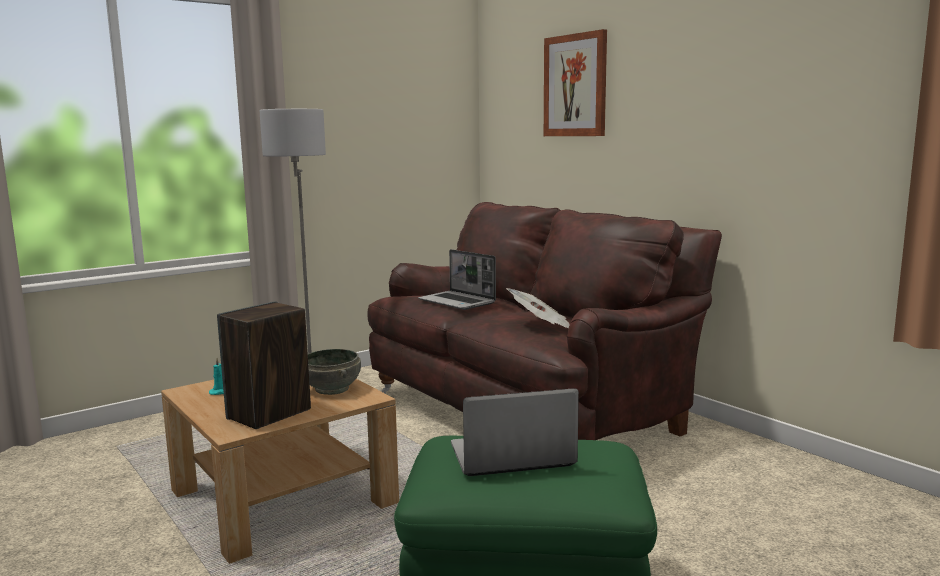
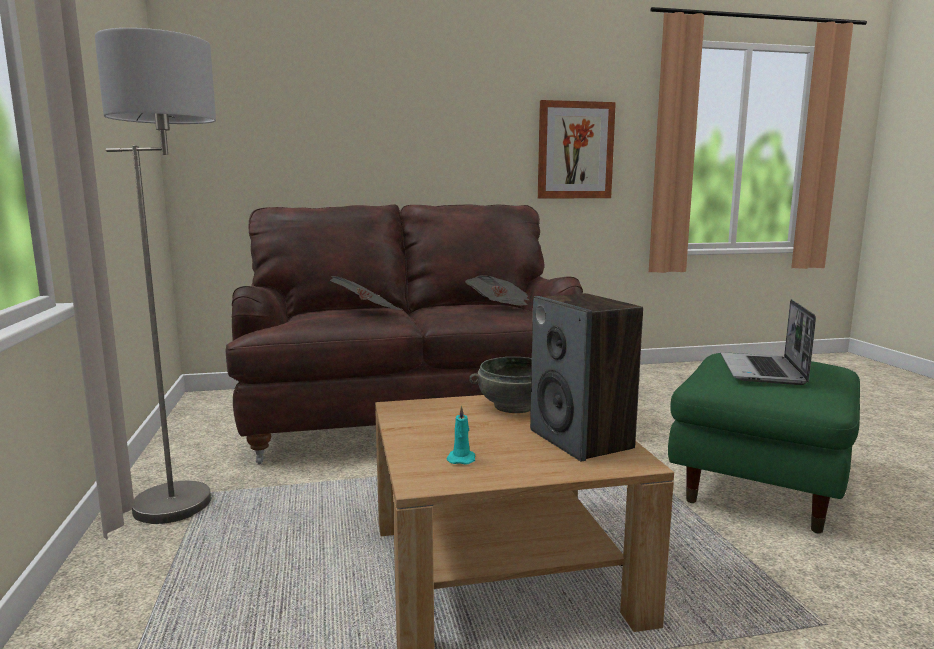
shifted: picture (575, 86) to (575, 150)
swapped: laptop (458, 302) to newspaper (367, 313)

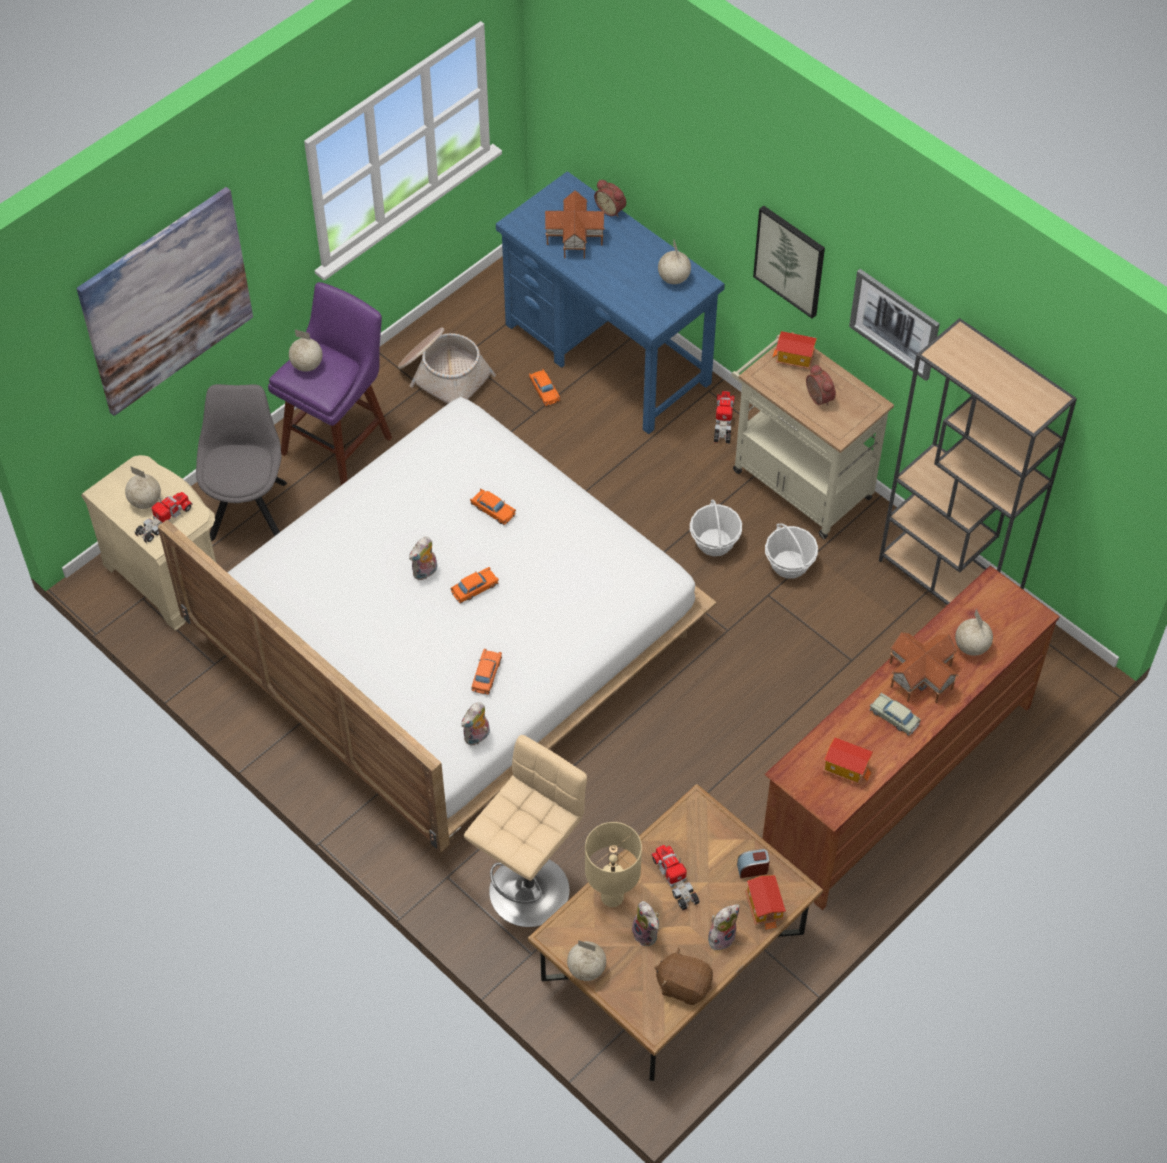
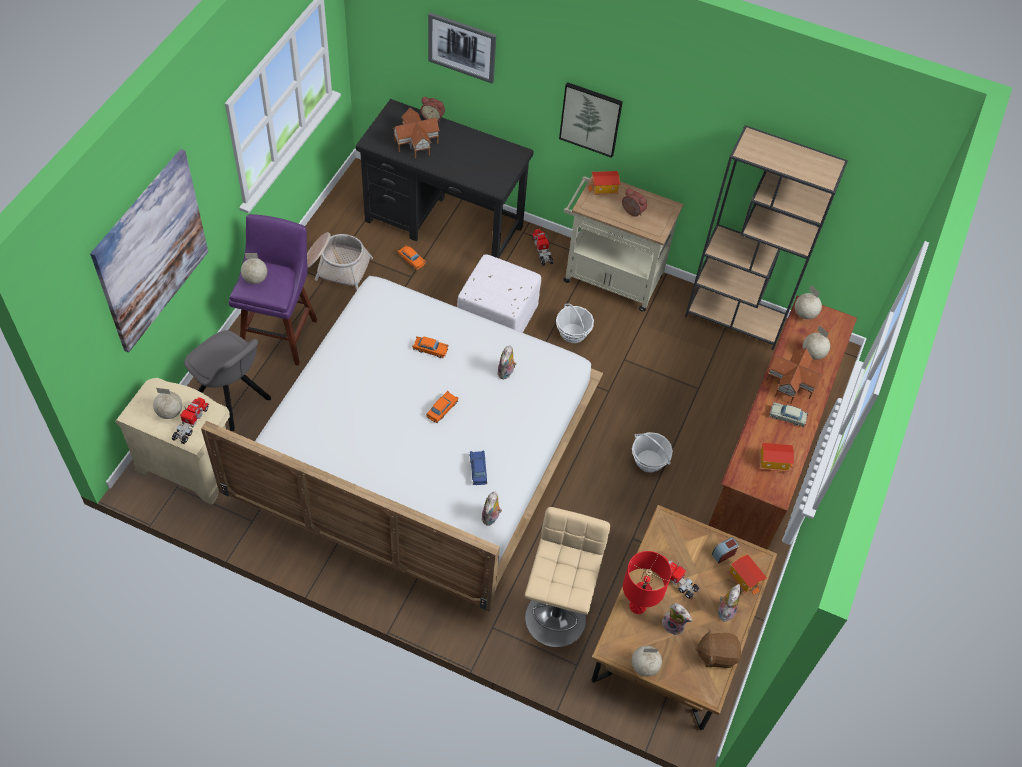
new: white ottoman (496, 318)
shifted: globe (673, 279) to (804, 314); picture (894, 323) to (462, 47); basket (789, 564) to (649, 461); plush toy (425, 572) to (506, 373)
repainted: blue desk (608, 353) to black desk (444, 223); orange toy car (486, 675) to blue toy car (478, 470); beige table lamp (612, 896) to red table lamp (637, 606)
rotated: grey chair (249, 510) = (232, 399) 150 degrees clockwise

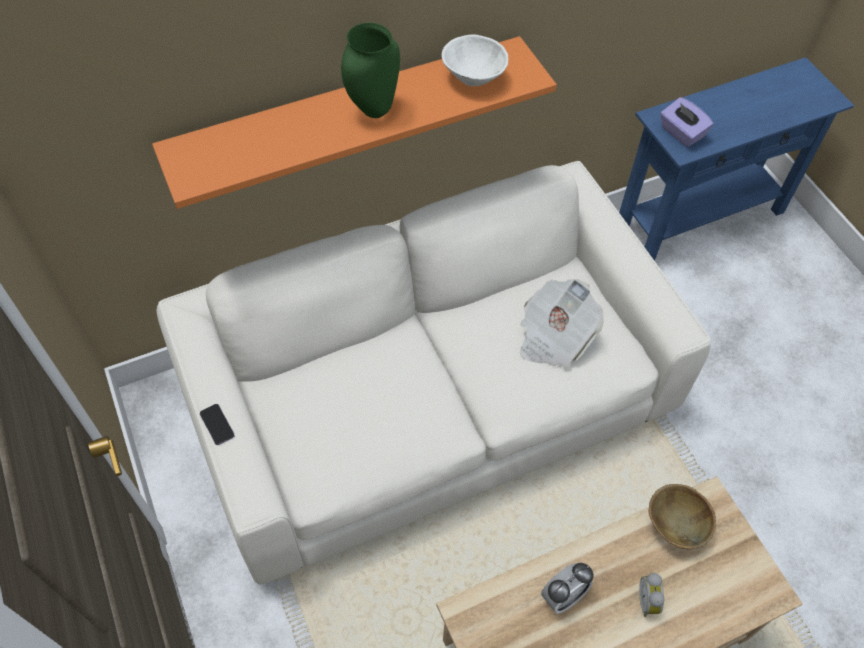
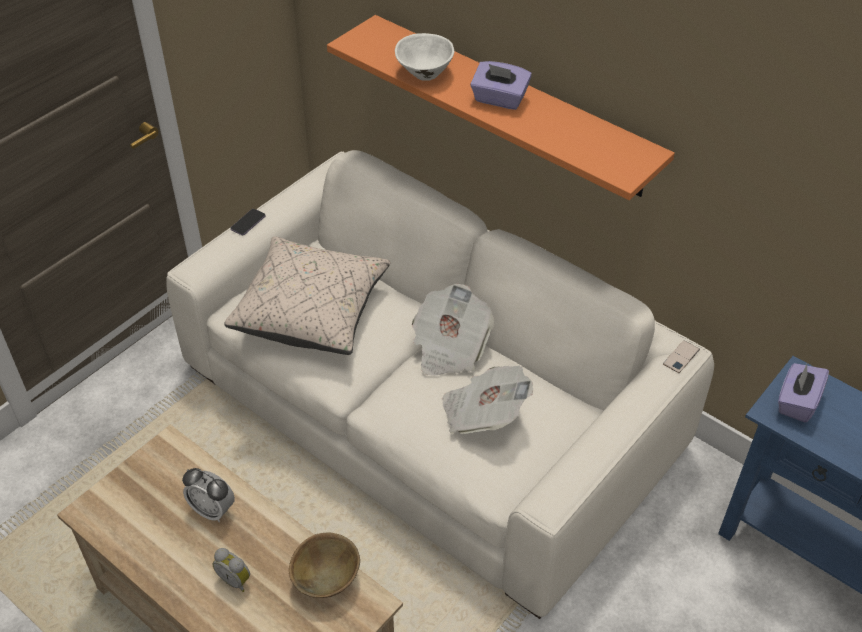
new: beige pillow (311, 311); newspaper (449, 347); phone (681, 357)
shifted: white bowl (472, 78) to (424, 72)
swapped: green vase (372, 109) to purple tissue box (499, 99)
rotated: alarm clock (648, 601) = (235, 579) 120 degrees counterclockwise

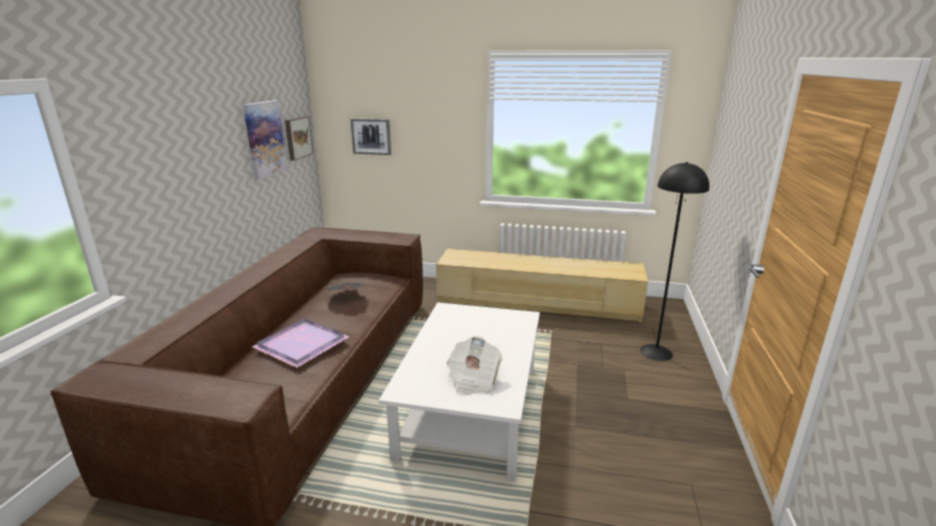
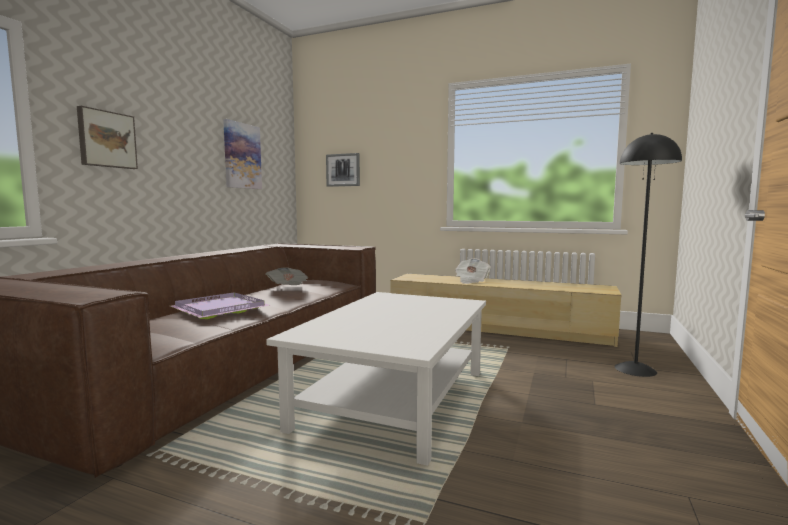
shifted: picture (297, 137) to (106, 139); newspaper (473, 379) to (471, 281)

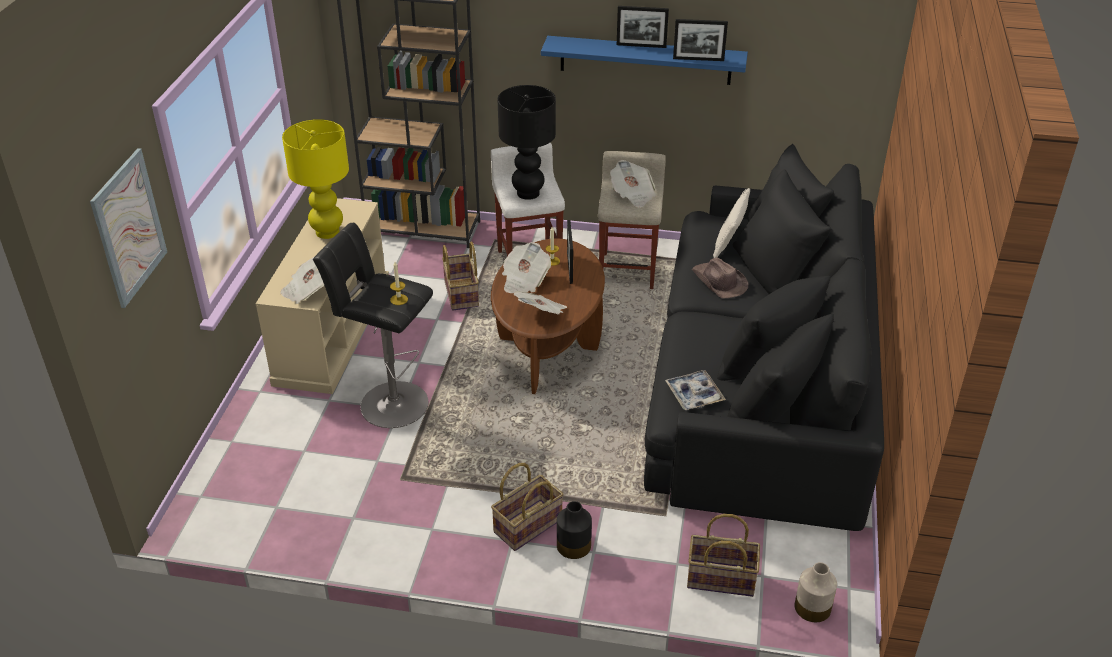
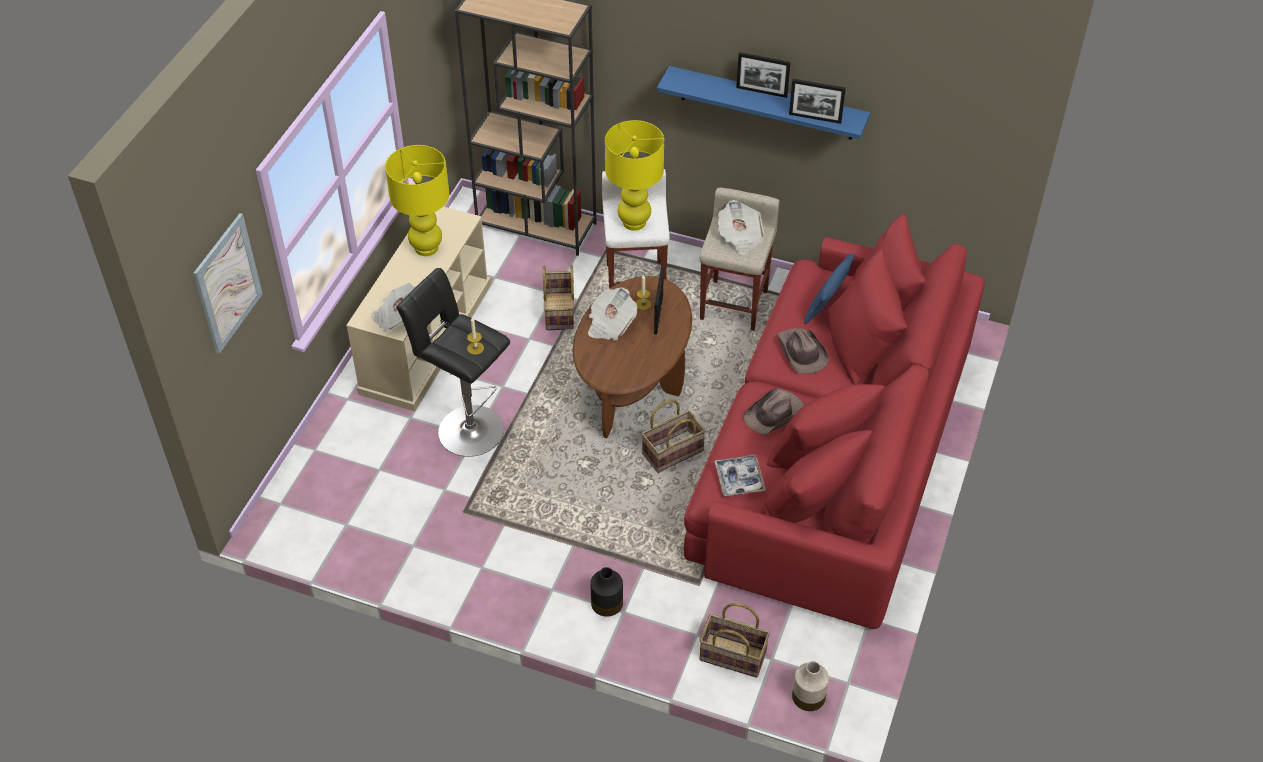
gone: newspaper (541, 313)
new: brown hat (775, 414)
shifted: basket (527, 525) to (672, 451)
repainted: black table lamp (528, 193) to yellow table lamp (634, 222); black sofa (761, 381) to red sofa (833, 453); white pillow (729, 241) to blue pillow (826, 304)

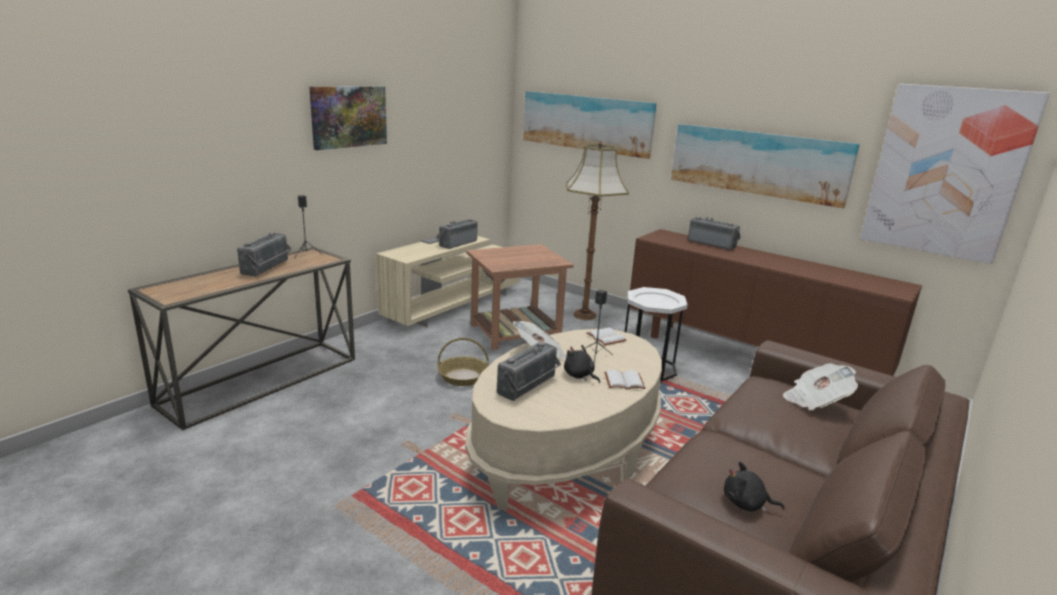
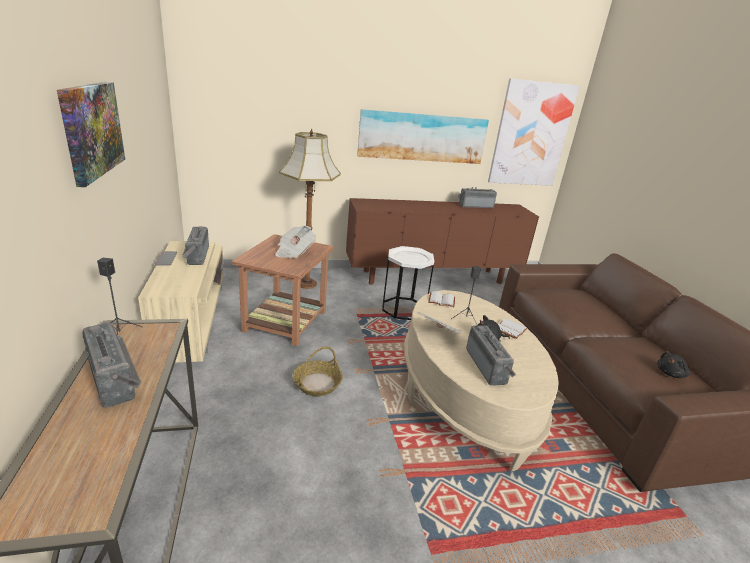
gone: picture (586, 122)
shifted: radio (712, 244) to (475, 206); newspaper (815, 400) to (294, 252)

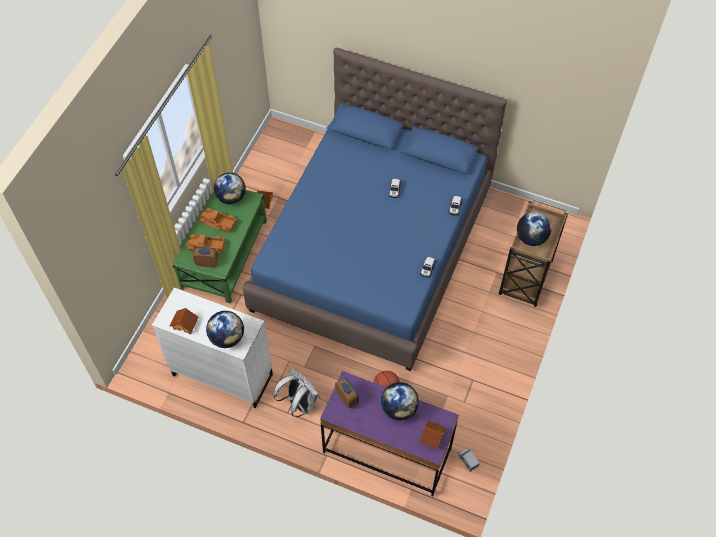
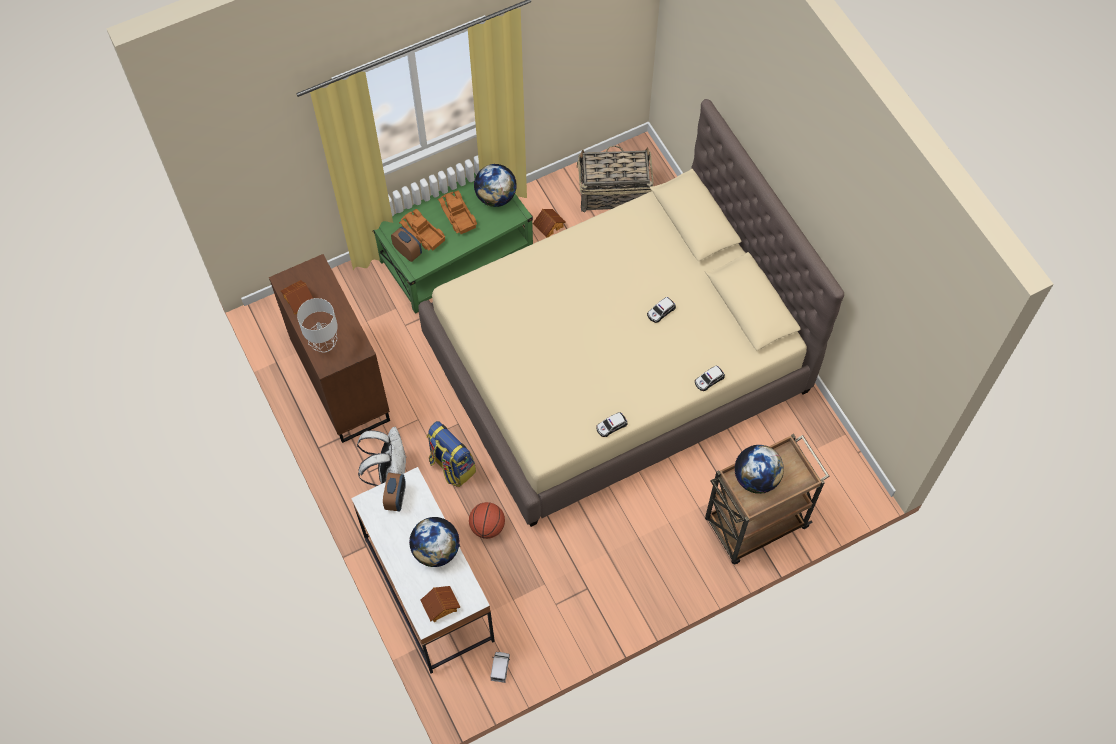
new: basket (613, 193); backpack (451, 466)
swapped: globe (227, 338) to grey table lamp (325, 345)
repainted: blue bed (373, 249) to beige bed (616, 364); white dresser (222, 375) to brown dresser (340, 383); purple desk (387, 450) to white desk (429, 590)

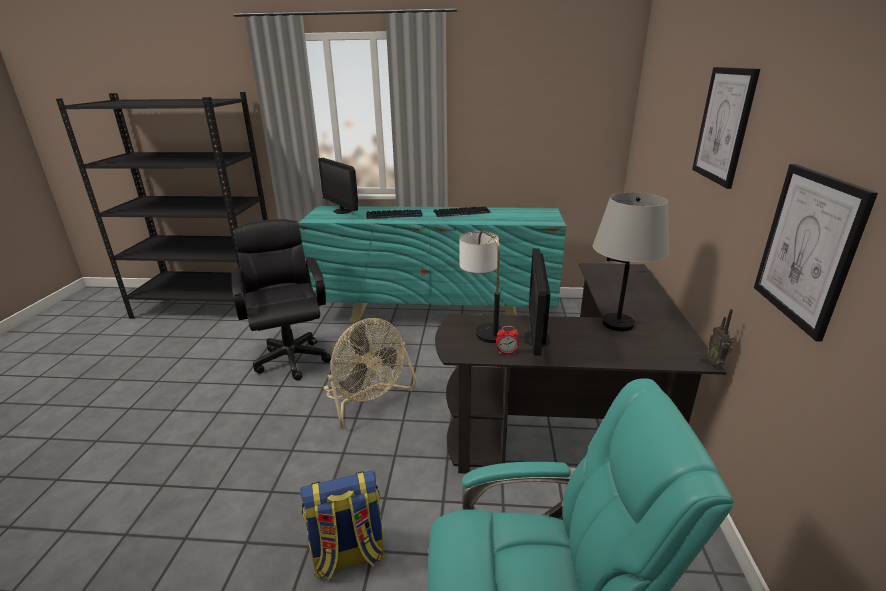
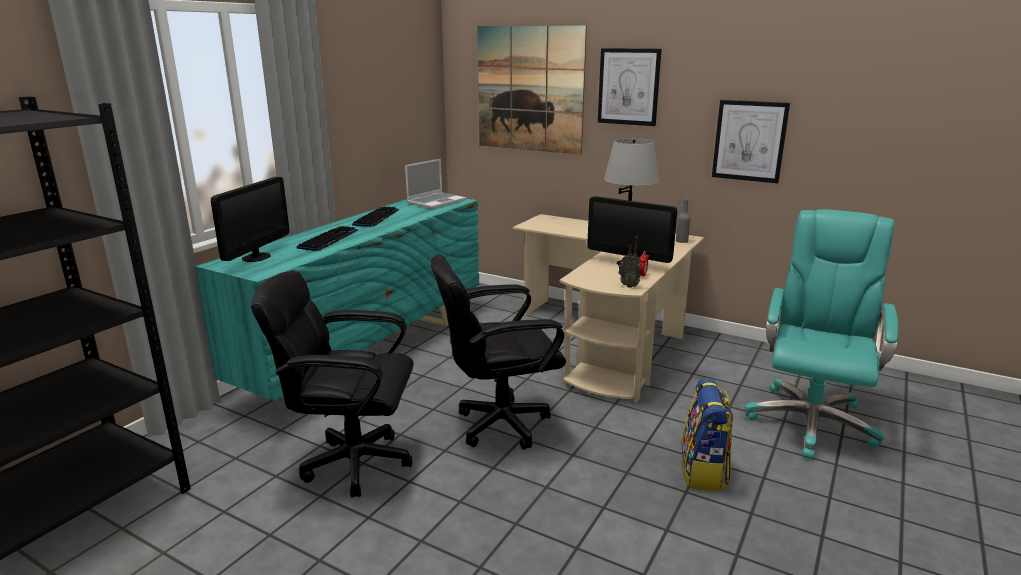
gone: table lamp (483, 327)
new: picture (529, 89); laptop (436, 202); grey bottle (681, 241)
shifted: radio (715, 363) to (629, 286)
swapped: beige fan (365, 401) to black office chair (497, 427)
repainted: black desk (579, 421) to beige desk (608, 340)
rotated: monitor (342, 211) = (256, 257) 60 degrees counterclockwise

